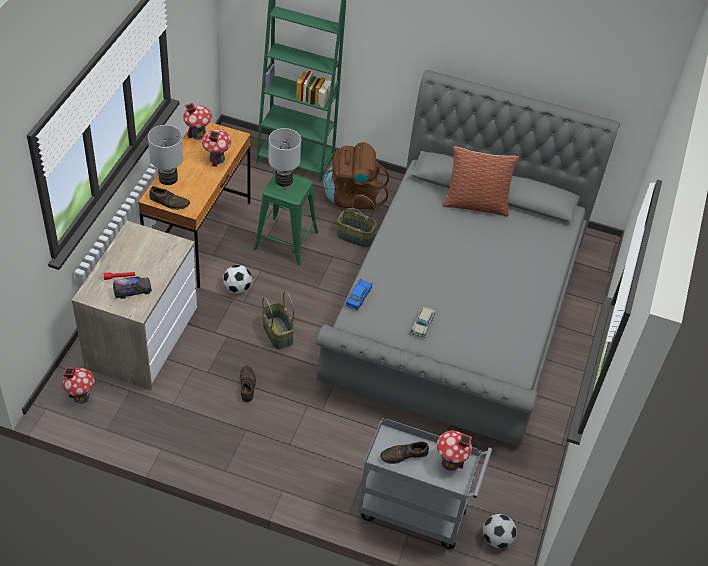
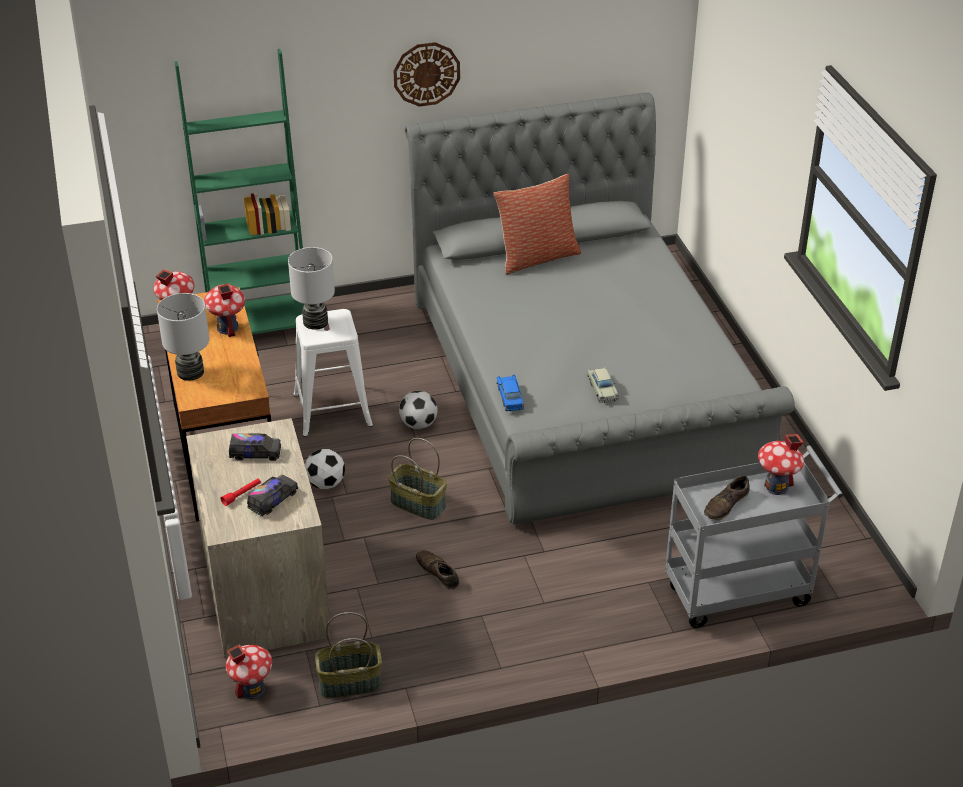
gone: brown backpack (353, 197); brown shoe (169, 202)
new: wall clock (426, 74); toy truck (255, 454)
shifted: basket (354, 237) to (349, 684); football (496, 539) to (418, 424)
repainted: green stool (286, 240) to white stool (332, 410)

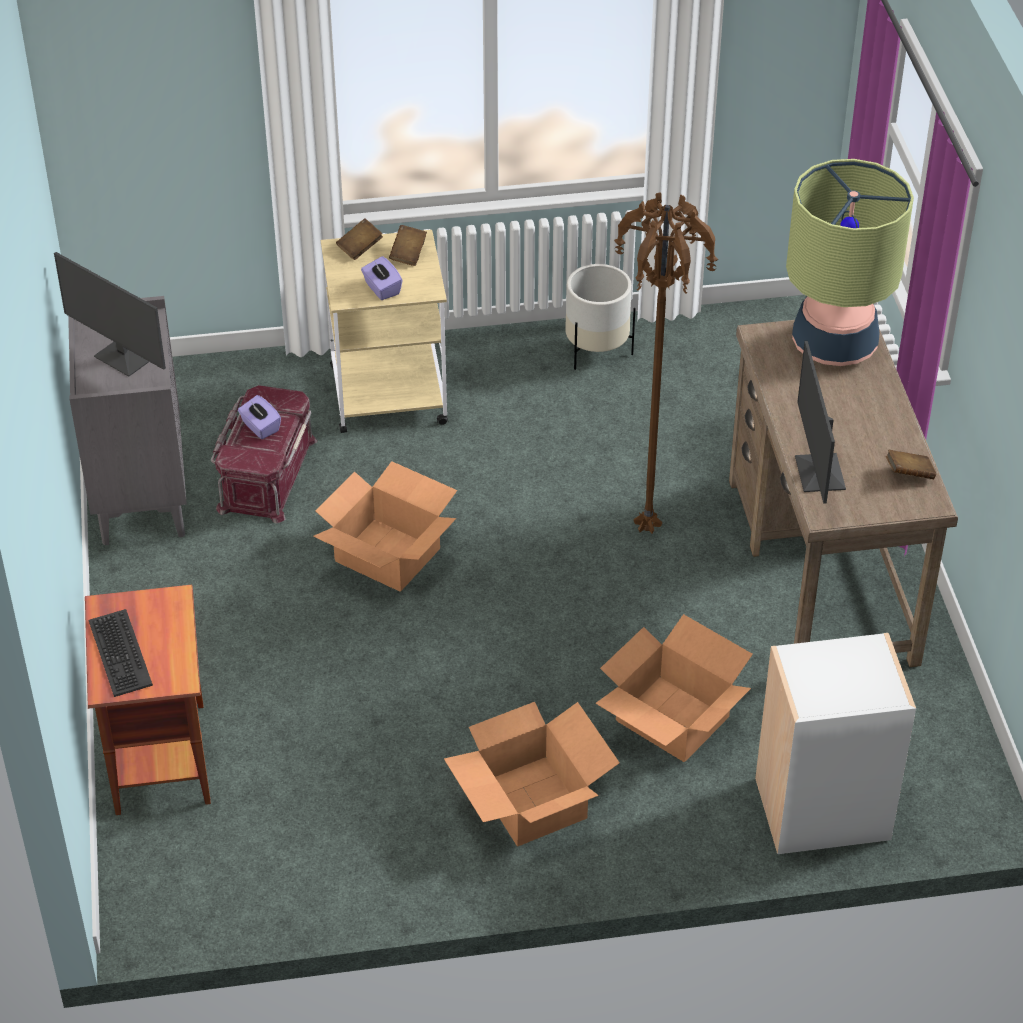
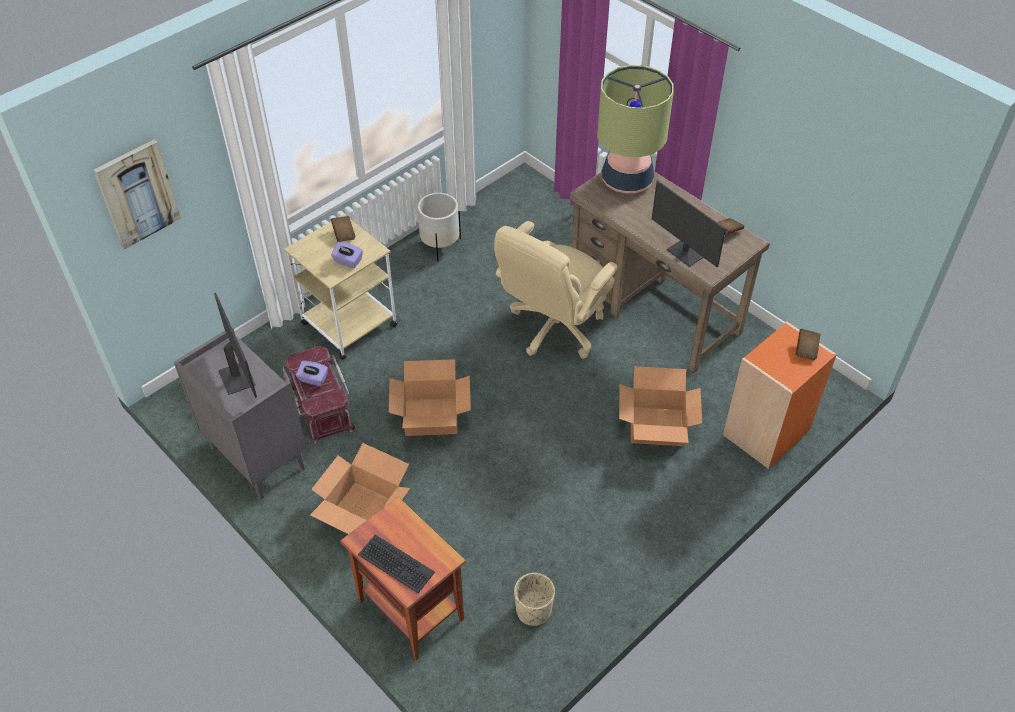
new: picture (137, 193); beige planter (533, 610)
shifted: brown book (360, 248) to (806, 349); cardboard box (531, 802) to (364, 511)
swapped: brown floor lamp (649, 527) to beige office chair (552, 329)
repainted: white bookcase (821, 810) to orange bookcase (766, 433)
rotated: monitor (124, 357) = (238, 377) 120 degrees counterclockwise

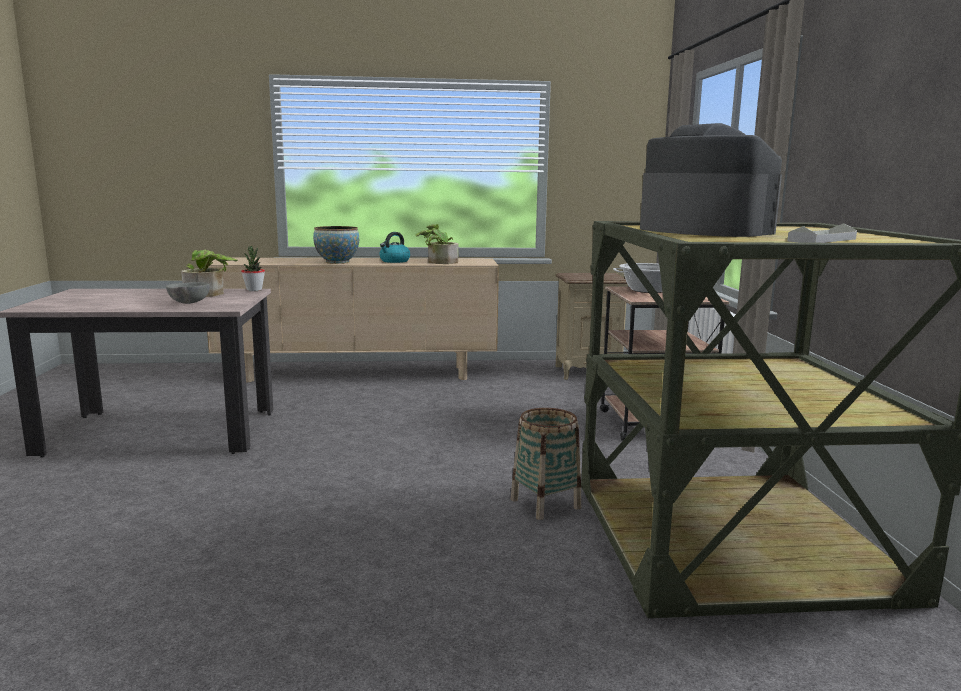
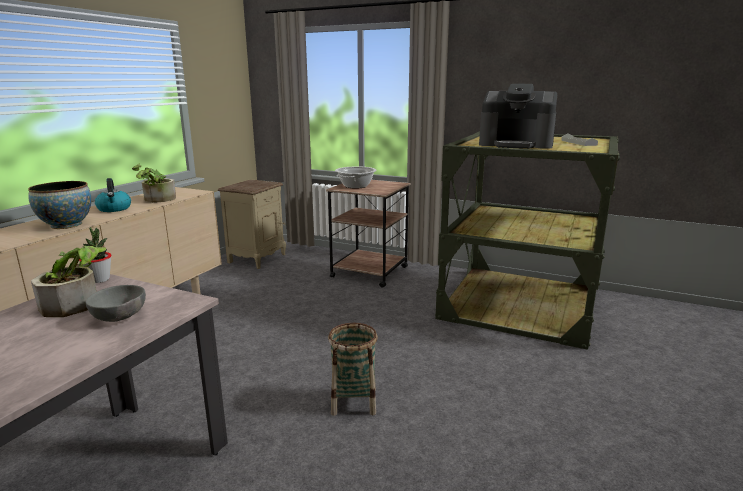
shifted: basket (545, 503) to (353, 401)
rotated: coffee machine (703, 231) = (516, 144) 150 degrees counterclockwise

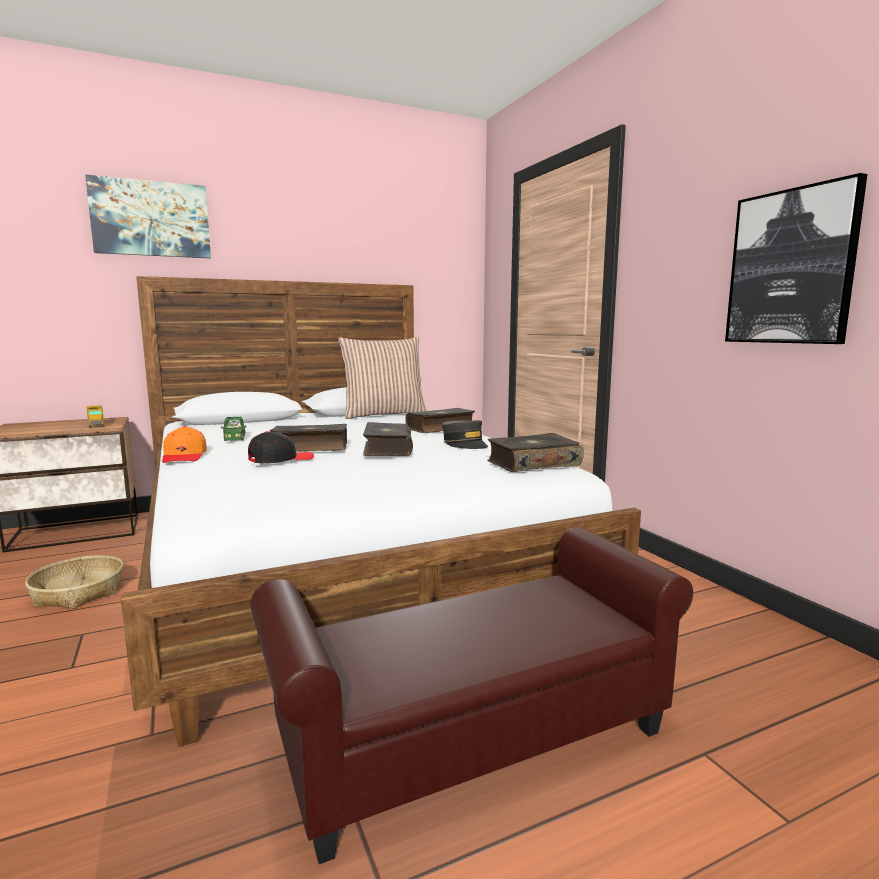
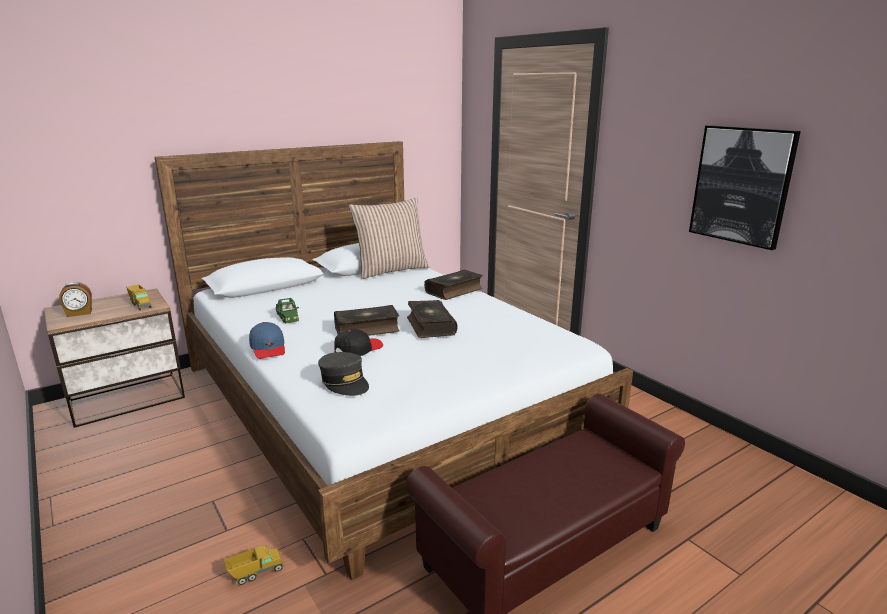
gone: picture (151, 219); book (533, 463); basket (79, 592)
new: alarm clock (79, 313); toy truck (256, 573)
shifted: grey cap (465, 444) to (344, 382)
repainted: orange cap (184, 456) to blue cap (268, 348)

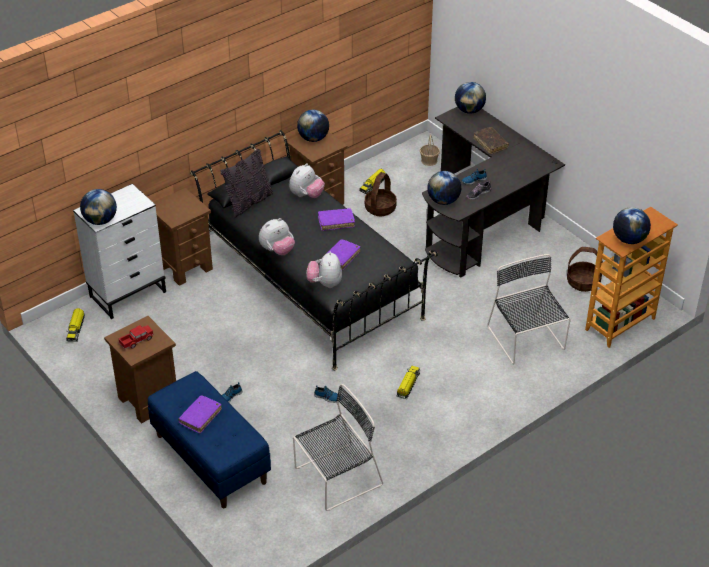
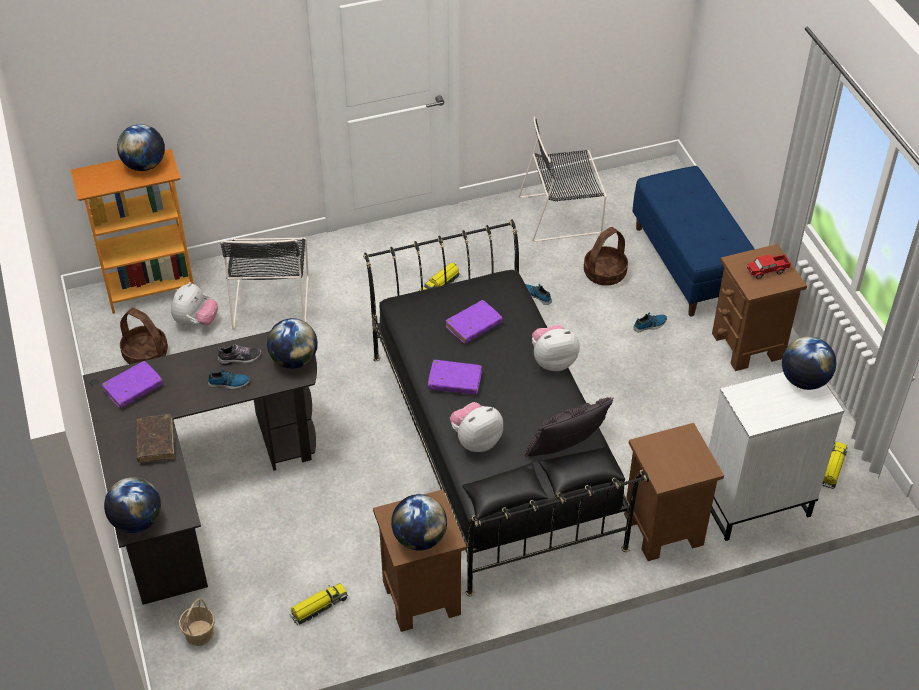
shifted: basket (380, 208) to (604, 273); plush toy (325, 283) to (196, 321); purple book (200, 417) to (133, 389)

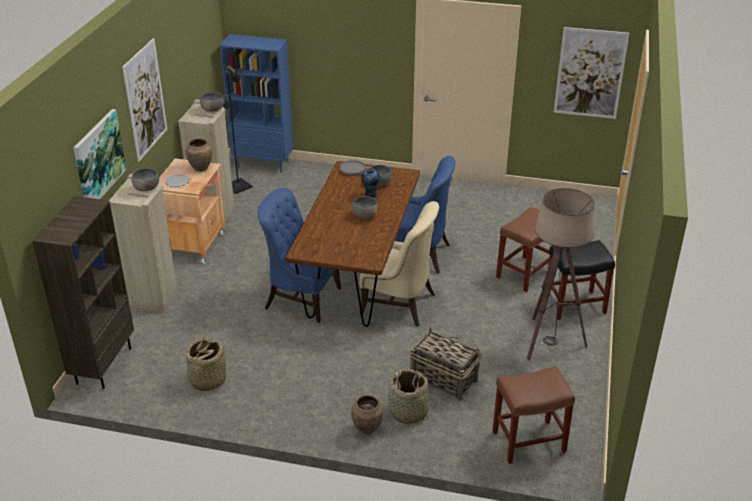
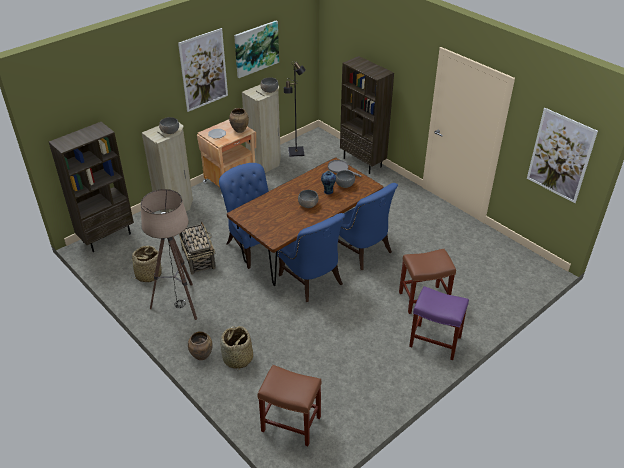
gone: blue bookcase (263, 164)
new: brown bookcase (363, 162)
shifted: picture (98, 158) to (256, 48); floor lamp (549, 341) to (179, 303); basket (443, 379) to (198, 258)
repainted: beige chair (399, 303) to blue chair (311, 280); black stool (574, 305) to purple stool (434, 341)

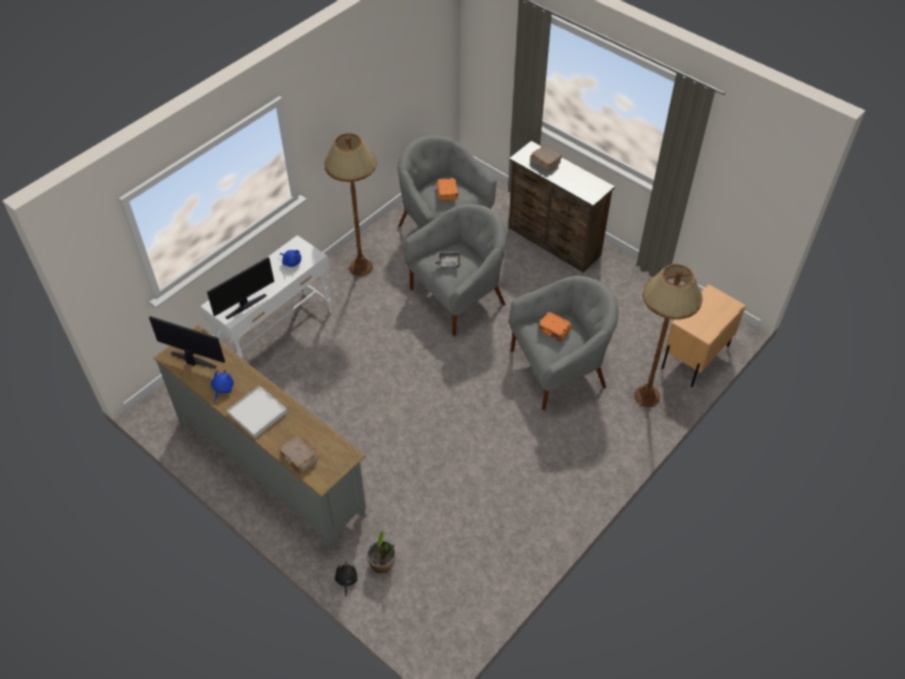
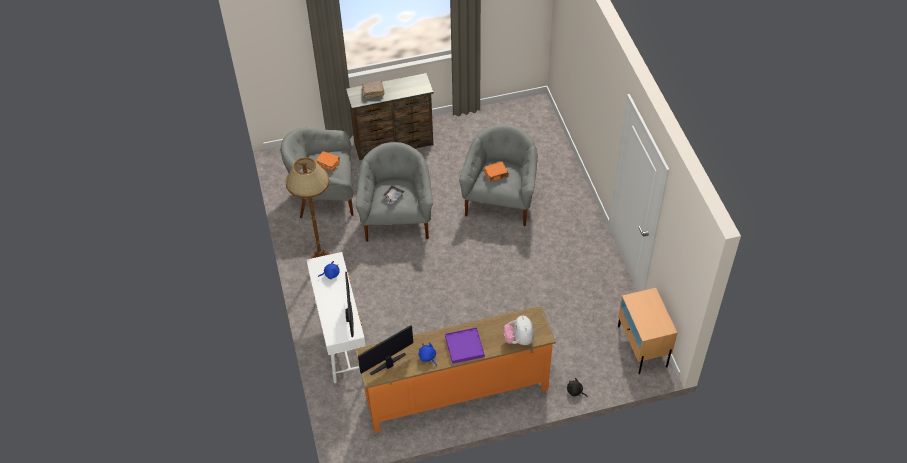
gone: brown floor lamp (646, 396); potted plant (382, 564)
shifted: beige nightstand (695, 357) to (642, 346)
swapped: brown book (299, 458) to plush toy (519, 339)
repainted: grey cabinet (271, 466) to orange cabinet (456, 393); white tray (257, 413) to purple tray (464, 346)

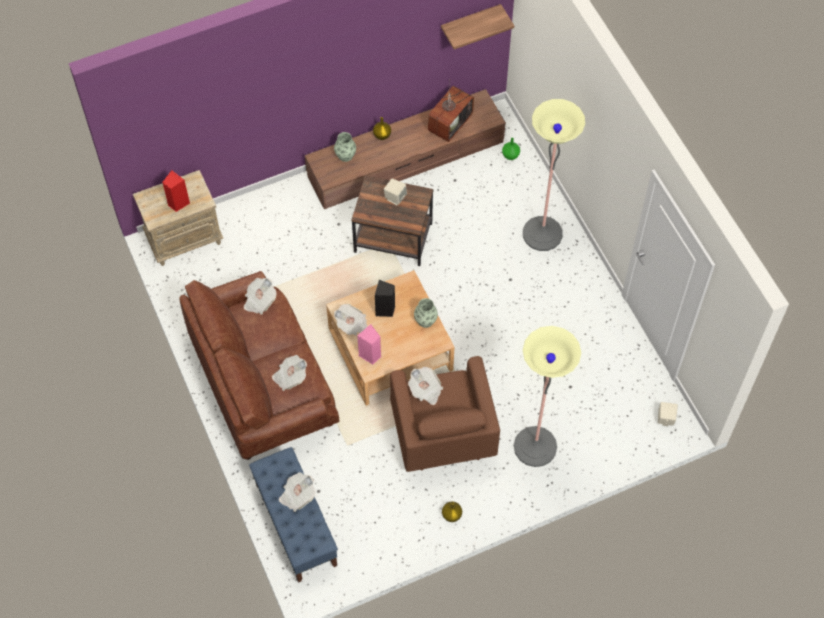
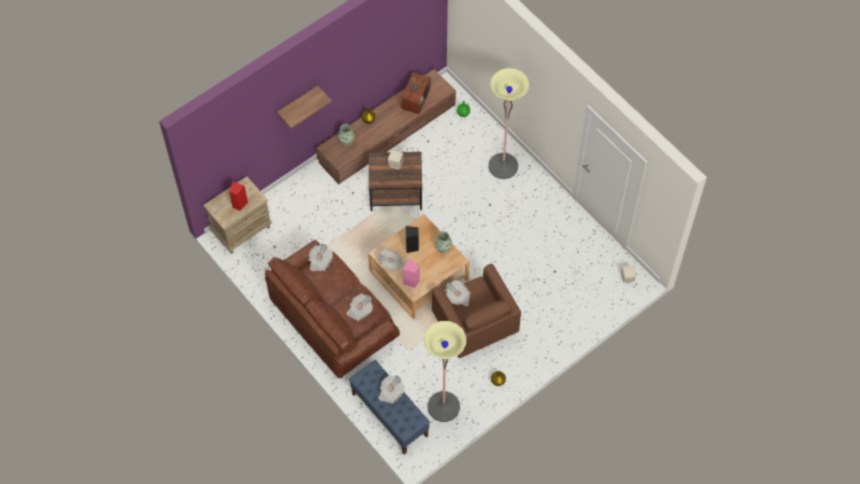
shifted: shelf (470, 22) to (297, 104); floor lamp (535, 446) to (443, 406)

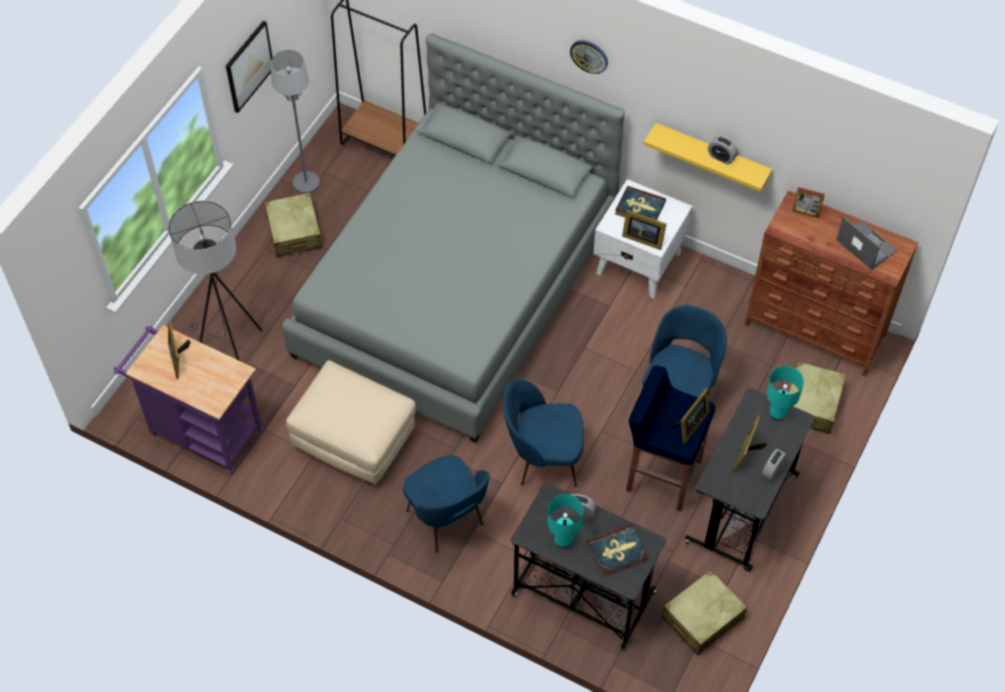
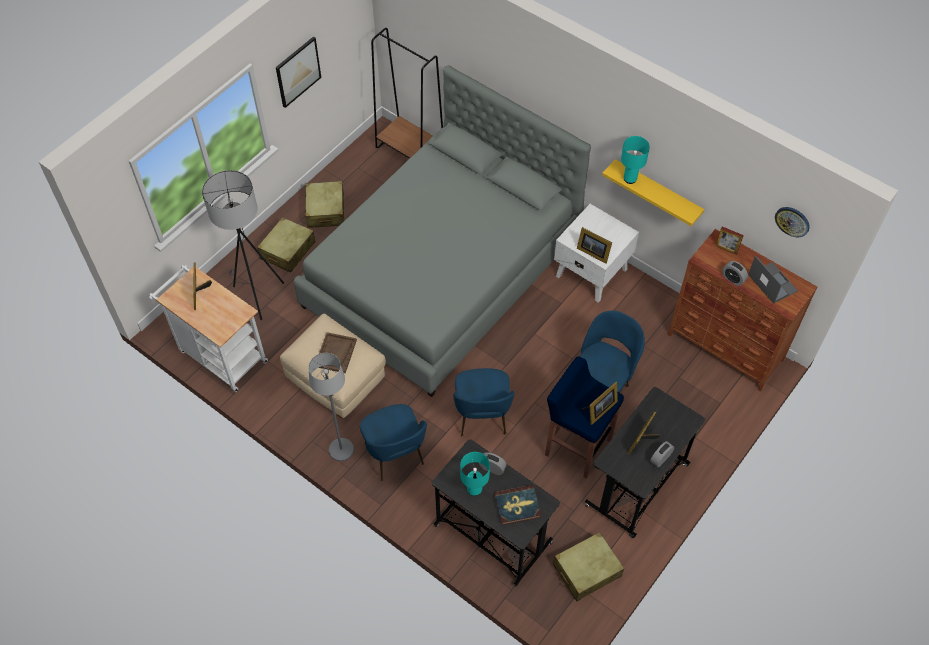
gone: book (640, 208)
new: brown tray (336, 353)
shifted: wall clock (589, 56) to (792, 221); grey floor lamp (306, 183) to (341, 449); alarm clock (721, 157) to (733, 279); beige suitcase (811, 404) to (287, 250); turquoise table lamp (777, 414) to (630, 179)
repainted: purple cart (201, 430) to white cart (219, 354)
rotated: blue chair (542, 461) = (482, 420) 105 degrees counterclockwise

